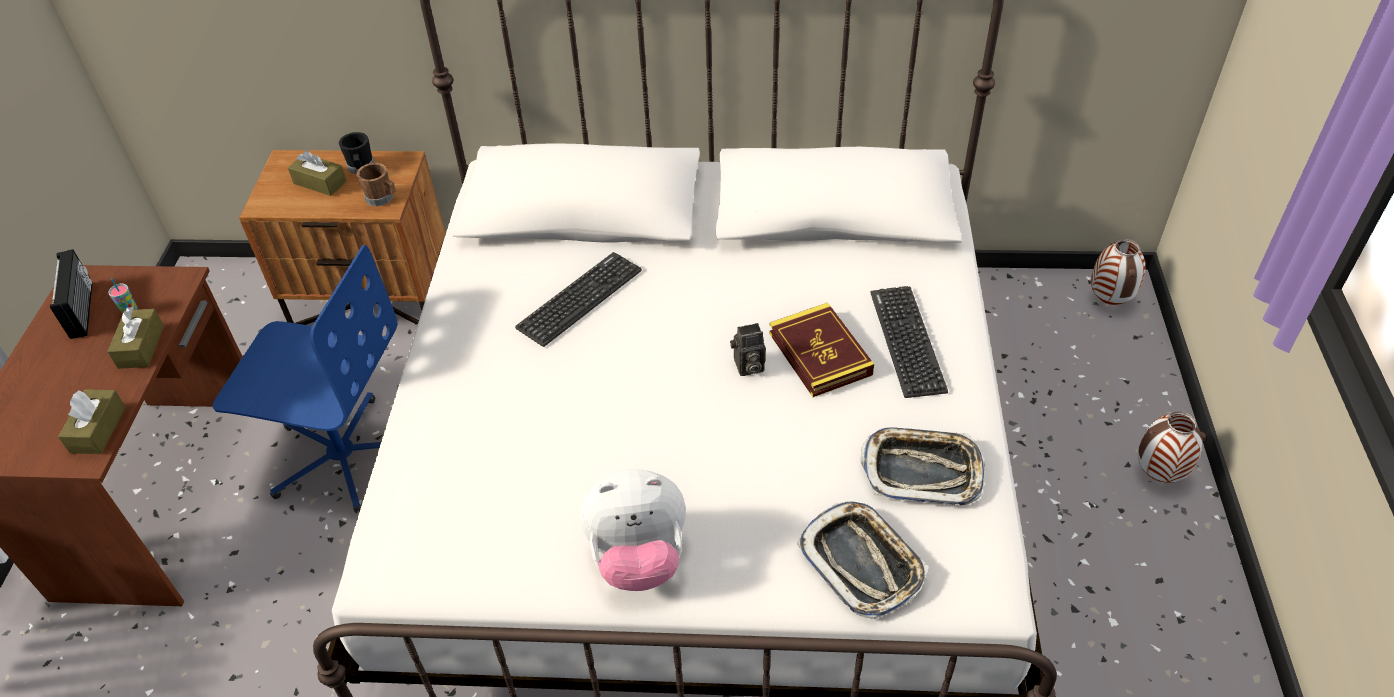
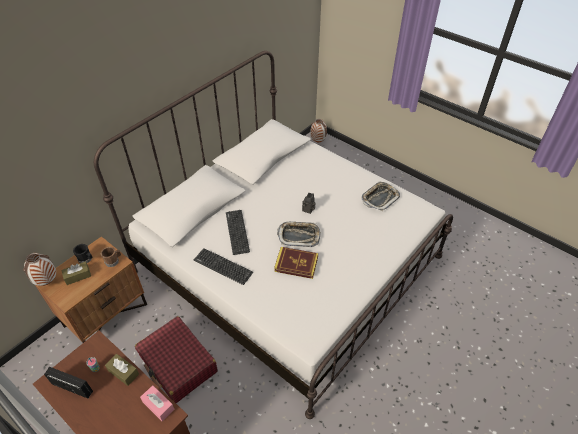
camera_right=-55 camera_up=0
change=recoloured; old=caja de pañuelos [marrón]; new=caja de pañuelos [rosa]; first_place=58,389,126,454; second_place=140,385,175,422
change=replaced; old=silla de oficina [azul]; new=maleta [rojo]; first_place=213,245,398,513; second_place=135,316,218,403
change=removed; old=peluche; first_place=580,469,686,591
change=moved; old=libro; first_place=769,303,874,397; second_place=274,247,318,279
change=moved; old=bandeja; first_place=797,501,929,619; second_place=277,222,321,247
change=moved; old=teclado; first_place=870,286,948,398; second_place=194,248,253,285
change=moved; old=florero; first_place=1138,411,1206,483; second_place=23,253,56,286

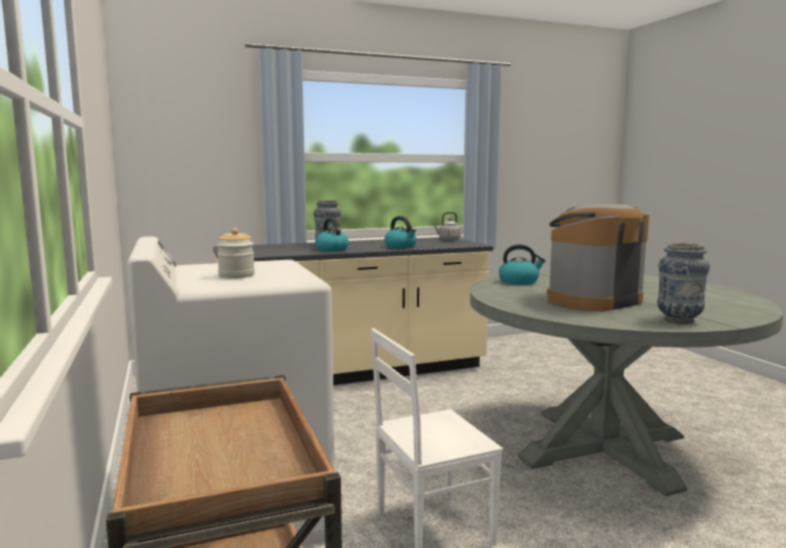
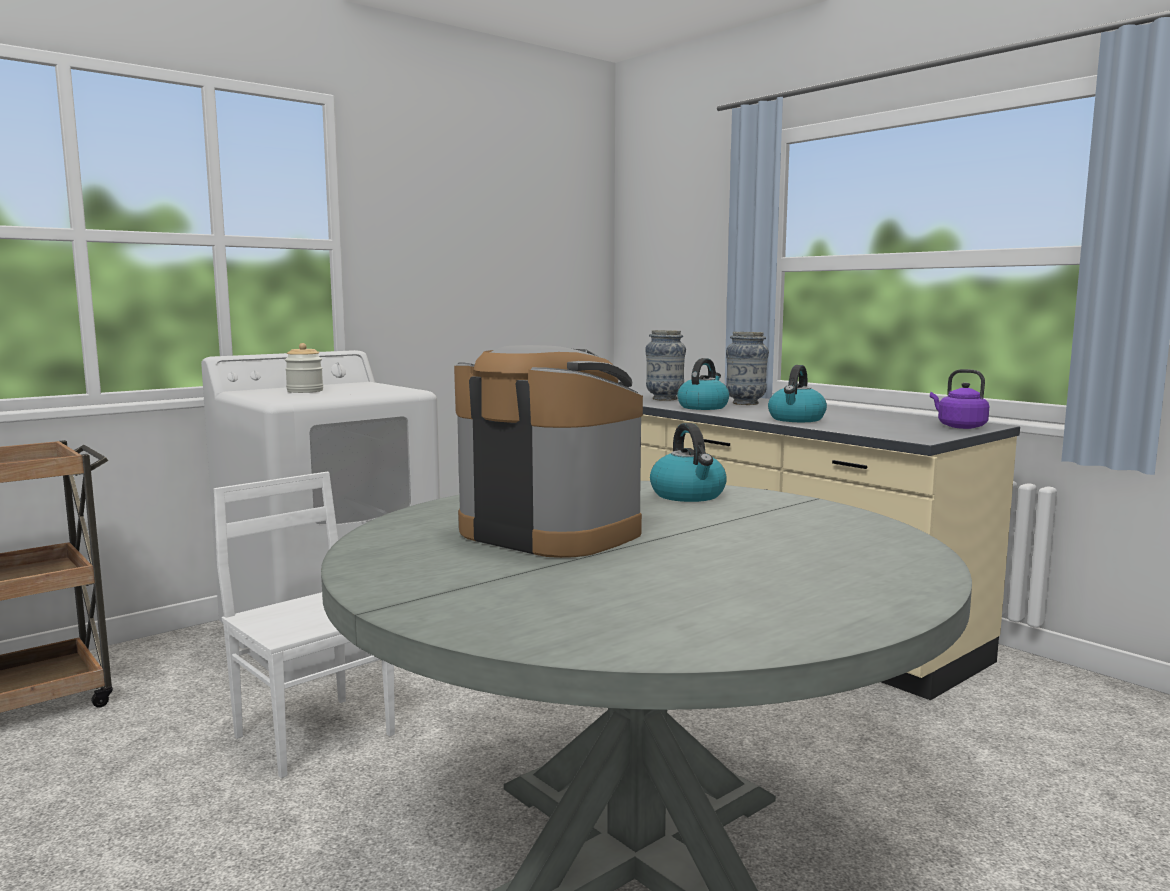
camera_right=70 camera_up=0
change=recoloured; old=hervidor [gris]; new=hervidor [morado]; first_place=433,212,461,240; second_place=930,369,989,429
change=moved; old=florero; first_place=657,243,710,324; second_place=645,330,686,401

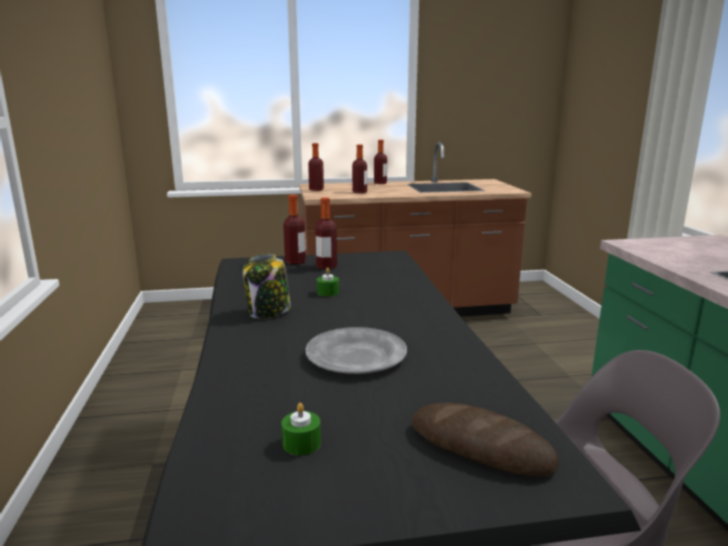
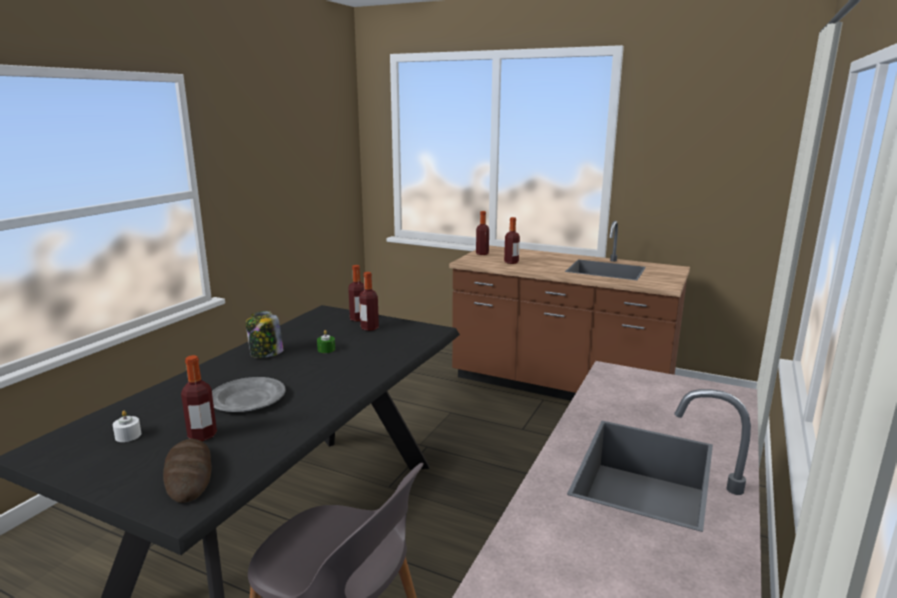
camera_right=35 camera_up=0
change=recoloured; old=vela [verde]; new=vela [blanco]; first_place=281,403,321,455; second_place=113,410,142,442
change=moved; old=botella; first_place=374,140,387,184; second_place=181,355,217,441

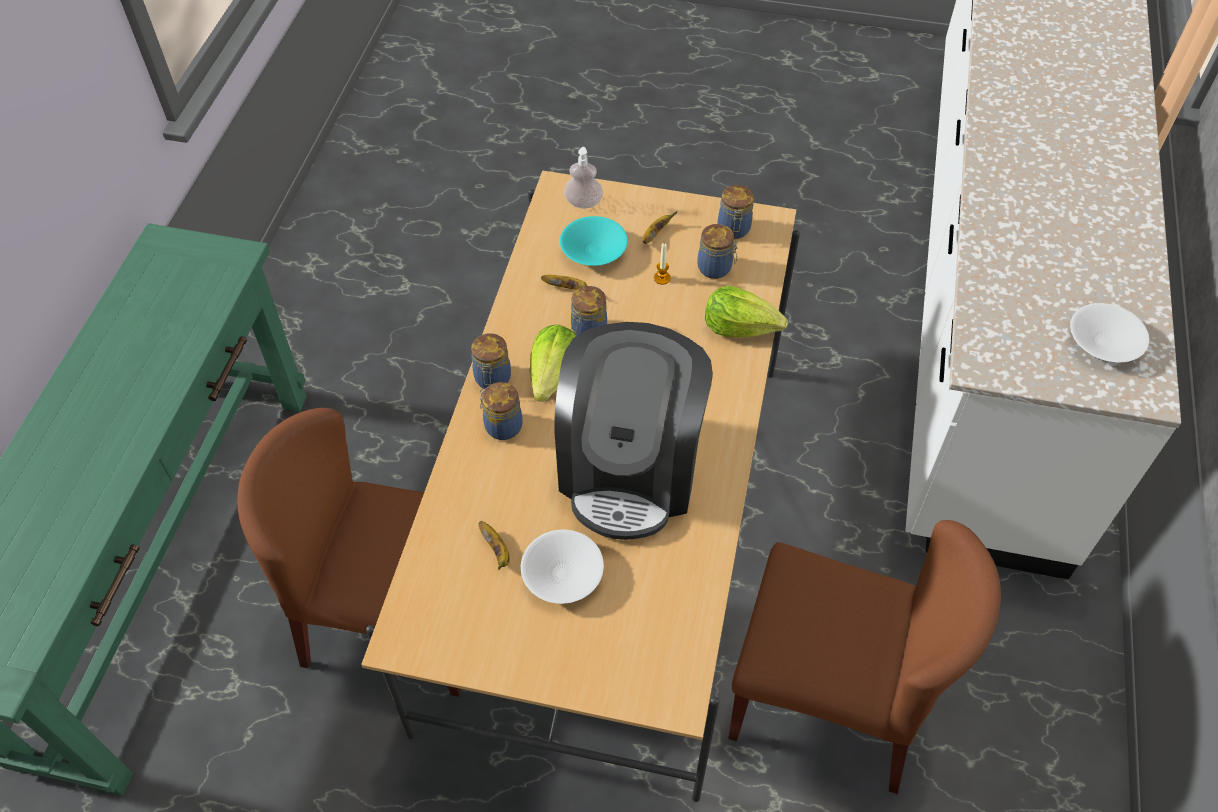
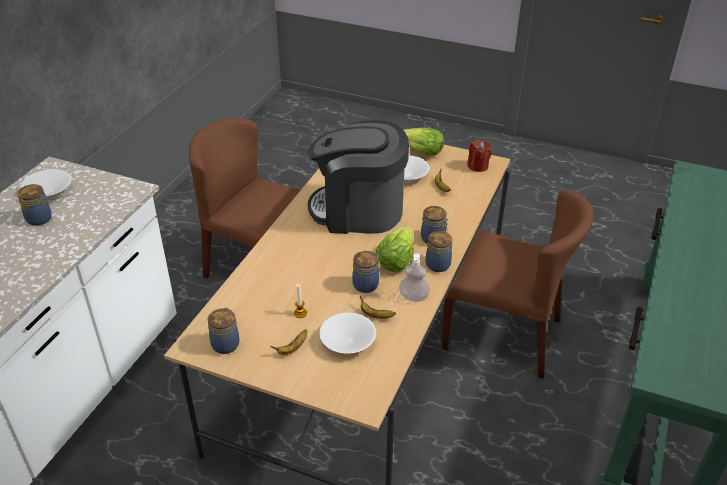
camera_right=-170 camera_up=-15
change=turned; old=cafetera; first_place=554,322,713,540; second_place=308,120,409,234; degrees=-105
change=recoloured; old=cuenco [turquesa]; new=cuenco [blanco]; first_place=560,216,628,266; second_place=319,313,376,354
change=moved; old=dispensador de jabón; first_place=564,147,603,208; second_place=399,253,430,302
change=moved; old=tarro; first_place=697,224,738,279; second_place=17,184,52,226
change=moved; old=lechuga; first_place=705,285,788,337; second_place=404,128,444,156
change=added; new=vela [rojo]; second_place=467,140,492,172

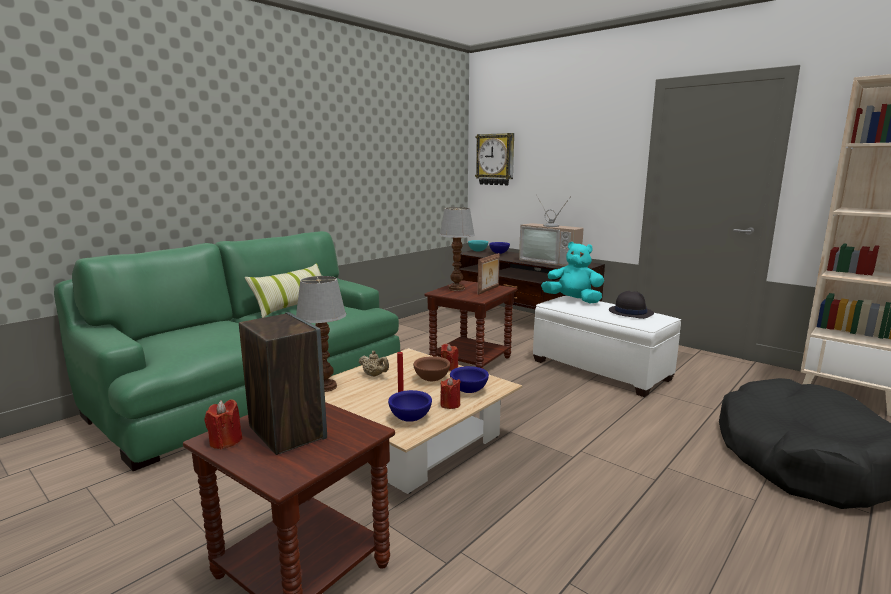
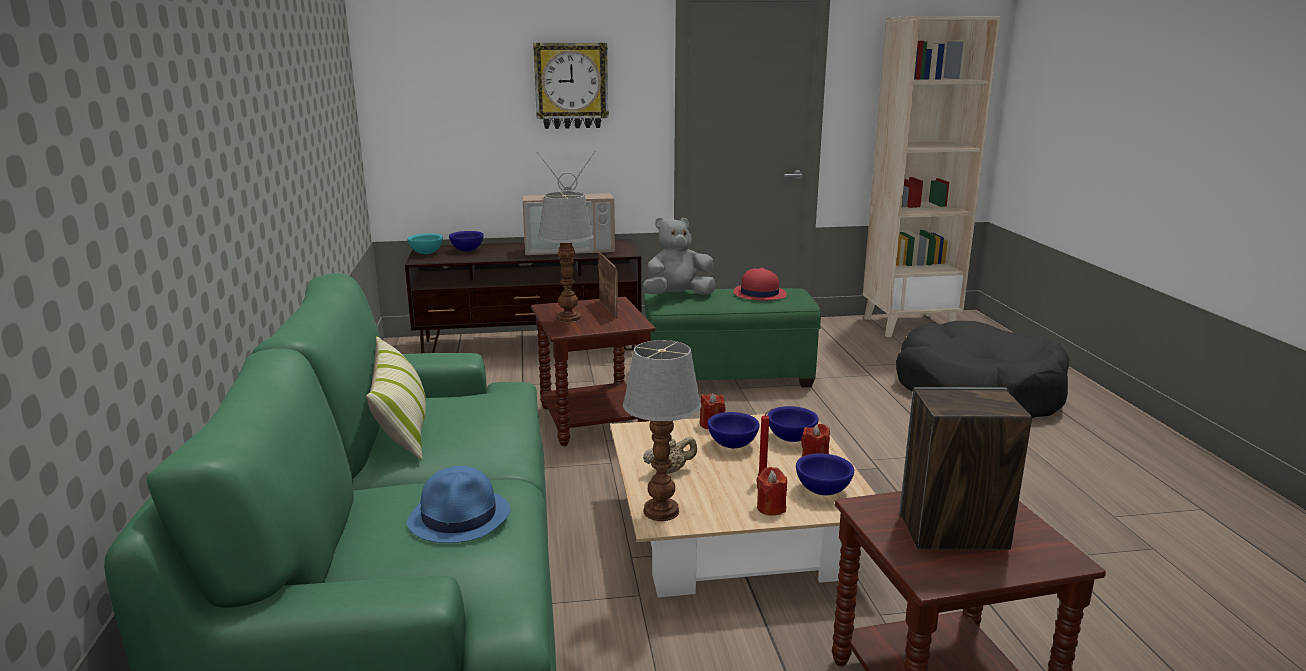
camera_right=-50 camera_up=5
change=moved; old=vela [rojo]; first_place=205,399,242,449; second_place=757,467,787,516
change=recoloured; old=cuenco [marrón]; new=cuenco [azul]; first_place=413,356,450,381; second_place=708,412,760,448
change=moved; old=reloj de pared; first_place=475,133,514,185; second_place=533,43,609,129
change=recoloured; old=puf [blanco]; new=puf [verde]; first_place=533,296,681,397; second_place=644,288,821,387
change=recoloured; old=peluche [turquesa]; new=peluche [gris]; first_place=541,242,604,304; second_place=643,217,716,295
change=recoloured; old=sombrero [negro]; new=sombrero [rojo]; first_place=609,291,654,319; second_place=733,268,787,301
change=added; new=sombrero [azul]; second_place=407,466,510,543

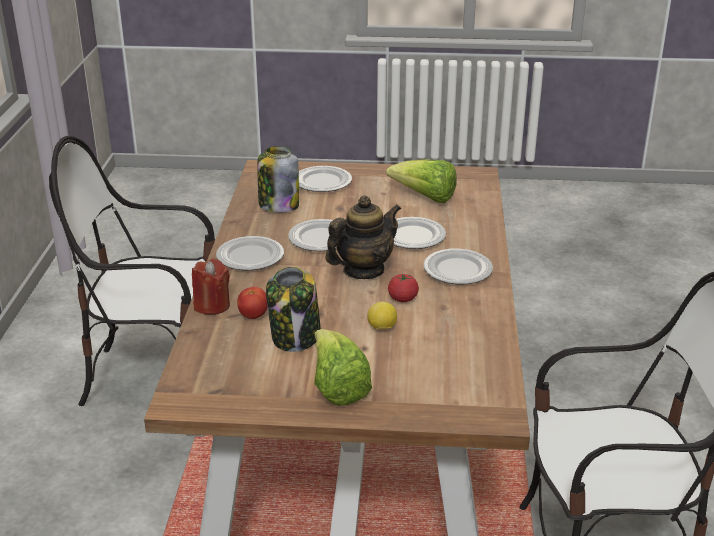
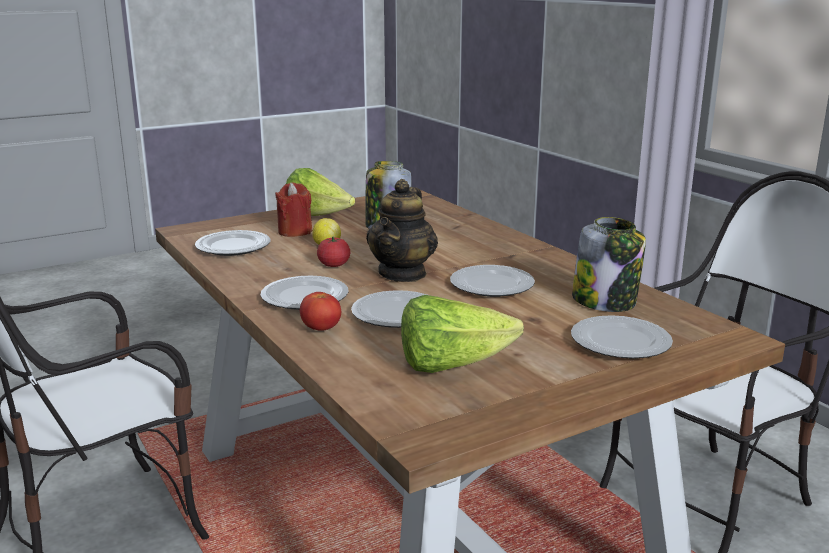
camera_right=145 camera_up=-10
change=moved; old=vela [rojo]; first_place=192,259,230,315; second_place=275,182,312,237
change=moved; old=plato; first_place=216,236,284,270; second_place=195,230,271,256
change=moved; old=tomate; first_place=237,287,268,319; second_place=300,292,341,331

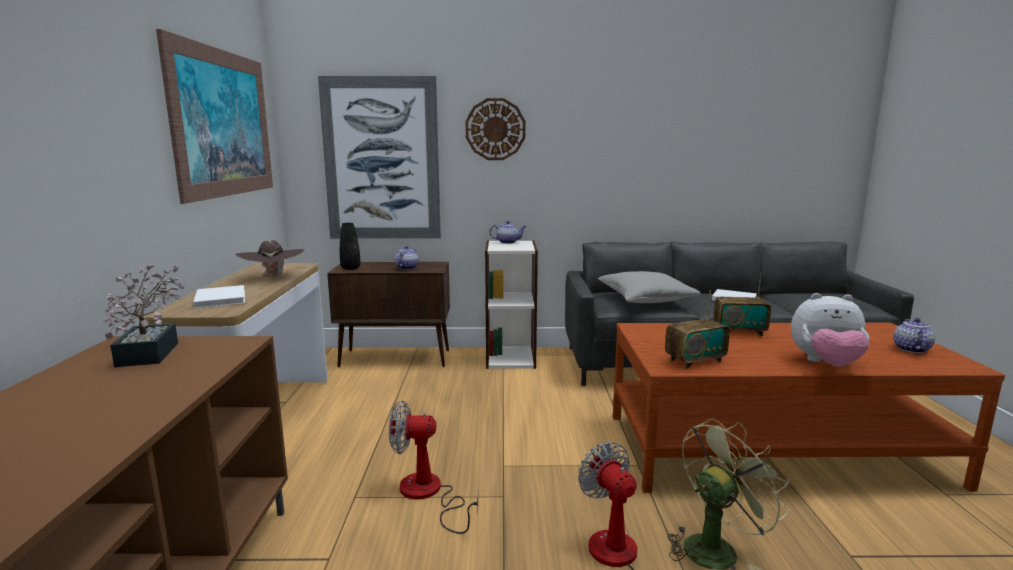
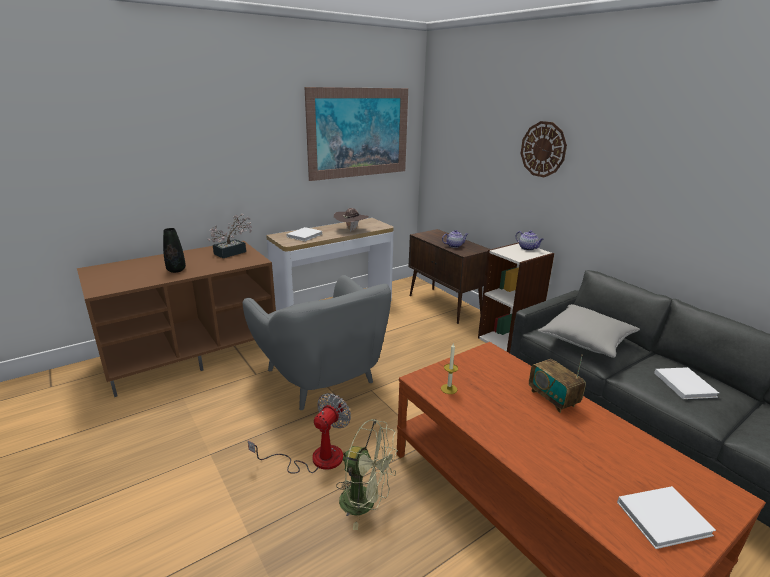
camera_right=55 camera_up=10
change=removed; old=cuadro; first_place=318,76,441,238
change=moved; old=florero [negro]; first_place=340,223,361,270; second_place=163,228,186,273
change=replaced; old=ventilador; new=sillón [gris]; first_place=389,401,478,534; second_place=243,275,391,410
change=replaced; old=radio; new=vela; first_place=665,290,730,369; second_place=441,343,458,394
change=removed; old=peluche; first_place=791,293,870,367
change=replaced; old=tetera; new=libro [blanco]; first_place=893,318,935,353; second_place=617,486,716,549

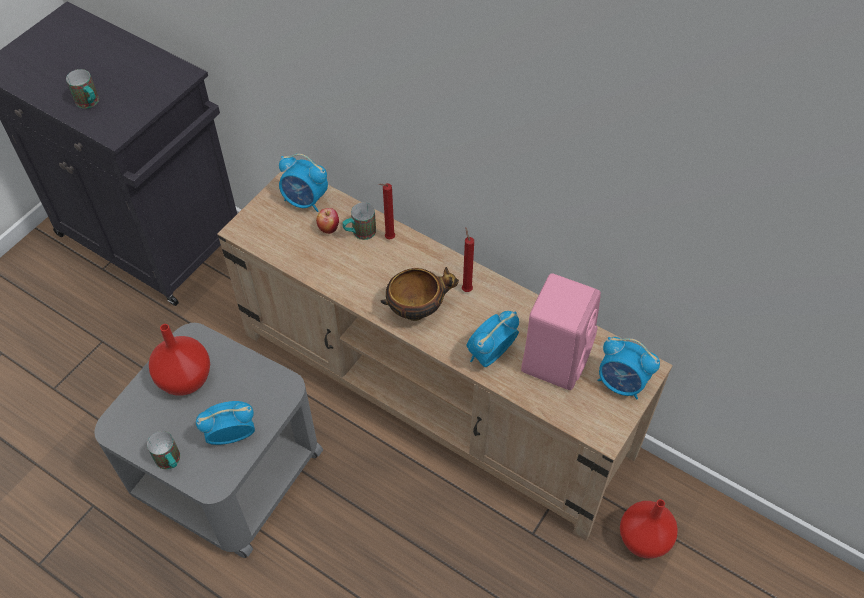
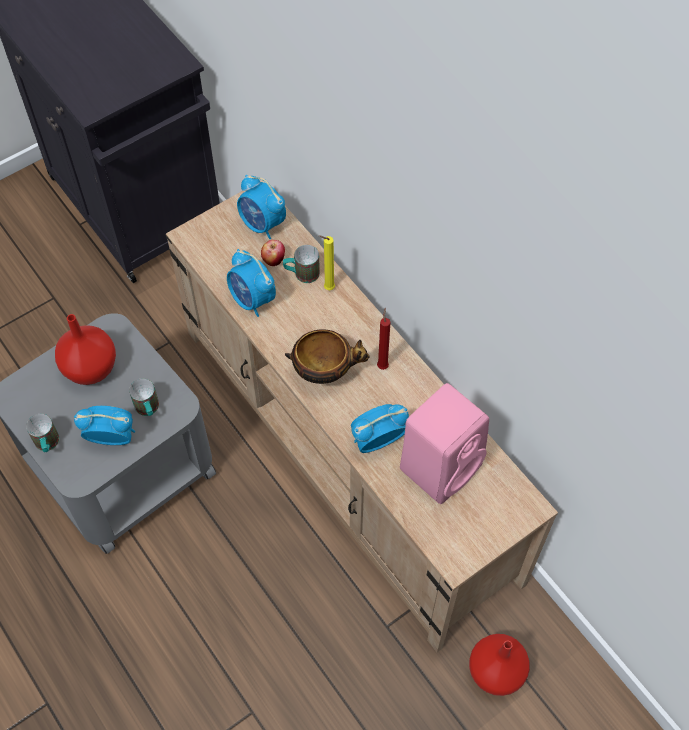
camera_right=20 camera_up=5
change=moved; old=taza grande; first_place=66,69,99,109; second_place=129,378,159,416
change=recoloured; old=vela [rojo]; new=vela [amarillo]; first_place=379,183,395,239; second_place=319,235,335,290
change=moved; old=despertador; first_place=597,337,660,399; second_place=227,249,276,317

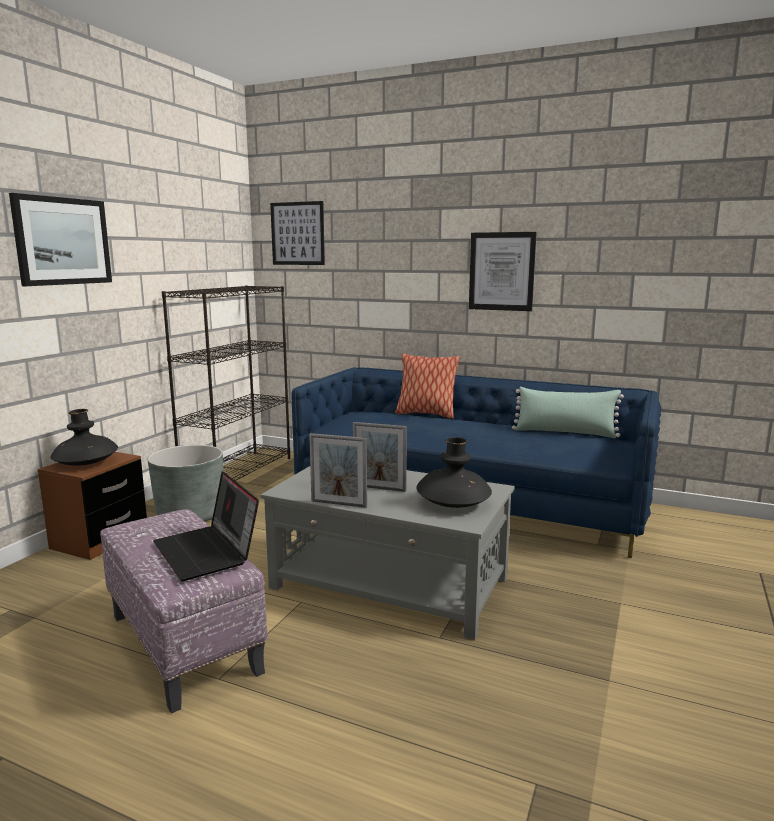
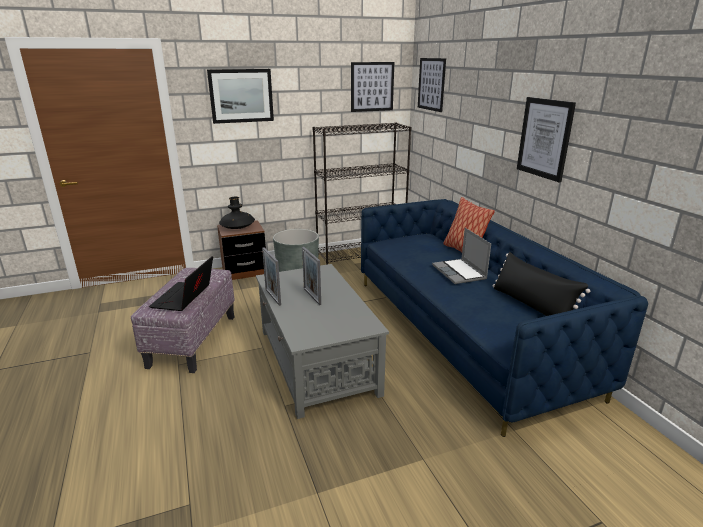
camera_right=45 camera_up=10
change=removed; old=florero [negro]; first_place=416,437,492,508
change=recoloured; old=cojín [verde]; new=cojín [negro]; first_place=512,387,624,438; second_place=492,252,590,316
change=added; new=cuadro; second_place=351,62,394,112
change=added; new=portátil; second_place=432,228,491,284

